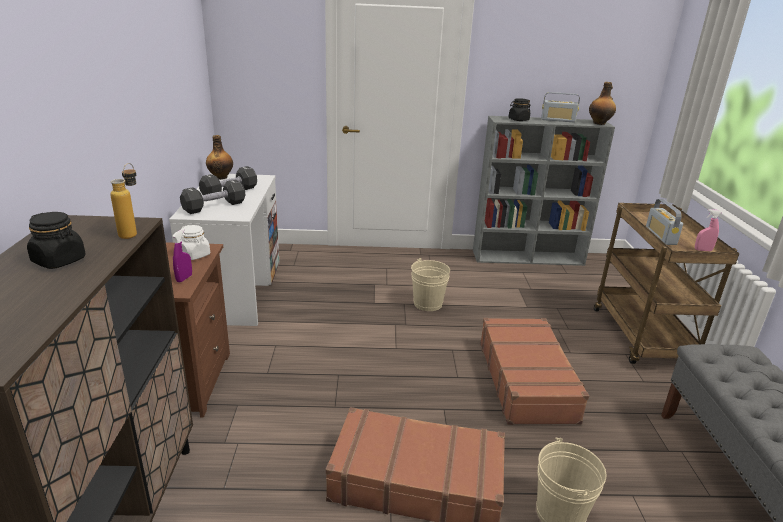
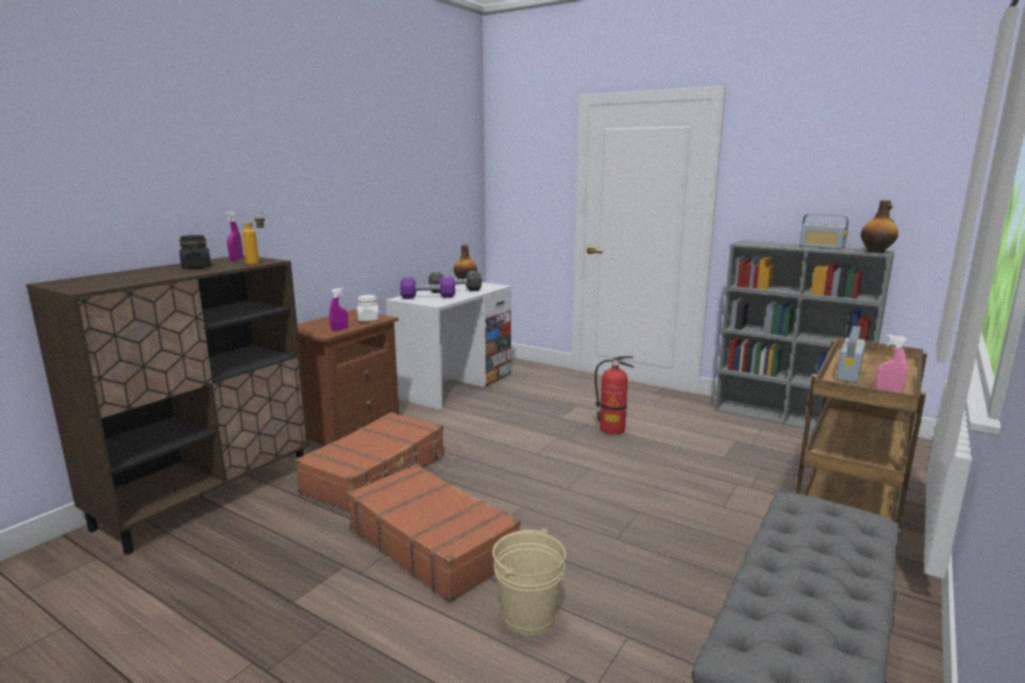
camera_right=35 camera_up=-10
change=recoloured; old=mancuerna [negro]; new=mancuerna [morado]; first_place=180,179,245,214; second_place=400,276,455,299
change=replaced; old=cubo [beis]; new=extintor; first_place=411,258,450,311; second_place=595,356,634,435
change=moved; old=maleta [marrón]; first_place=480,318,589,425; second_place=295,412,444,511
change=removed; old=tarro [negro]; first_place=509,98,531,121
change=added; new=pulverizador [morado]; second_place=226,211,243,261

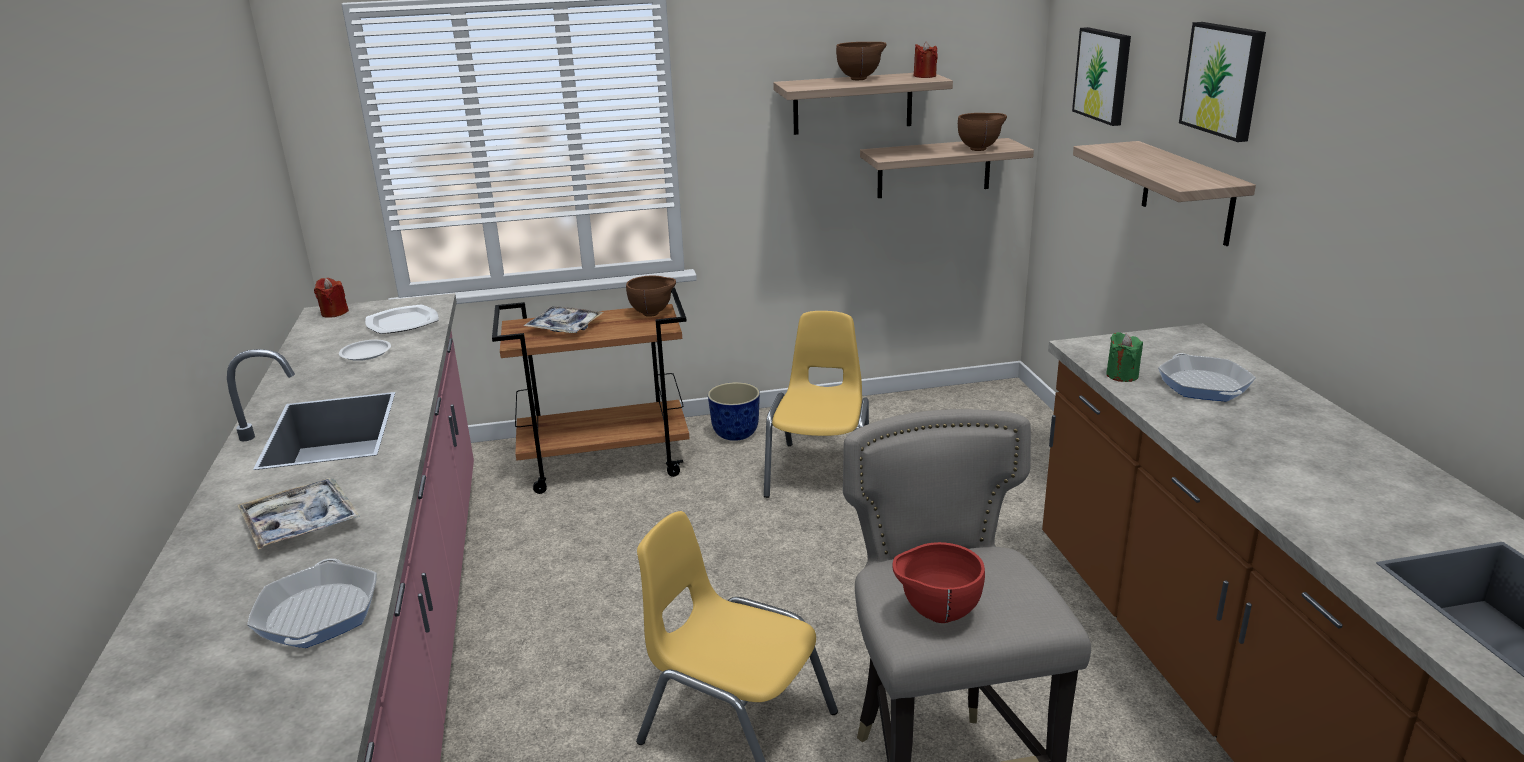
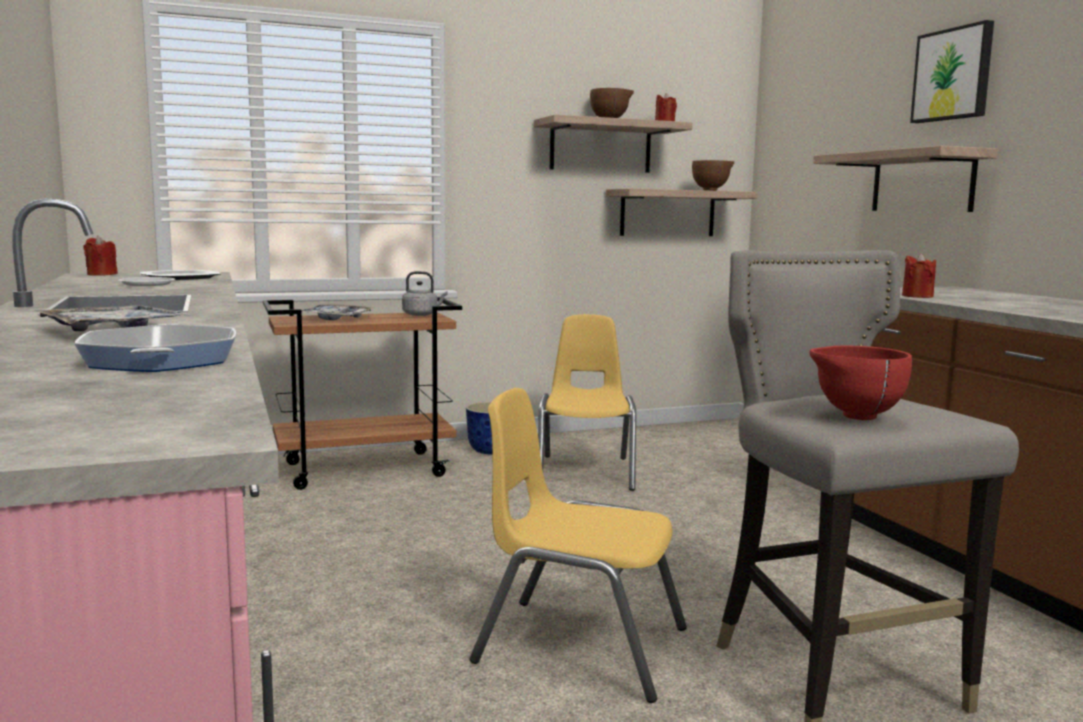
camera_right=-10 camera_up=-15
change=replaced; old=cuenco [marrón]; new=hervidor [gris]; first_place=626,275,676,317; second_place=402,271,448,316
change=removed; old=cuadro; first_place=1072,27,1131,126
change=recoloured; old=vela [verde]; new=vela [rojo]; first_place=1106,332,1143,382; second_place=902,253,936,298
change=removed; old=sartén; first_place=1158,353,1256,402

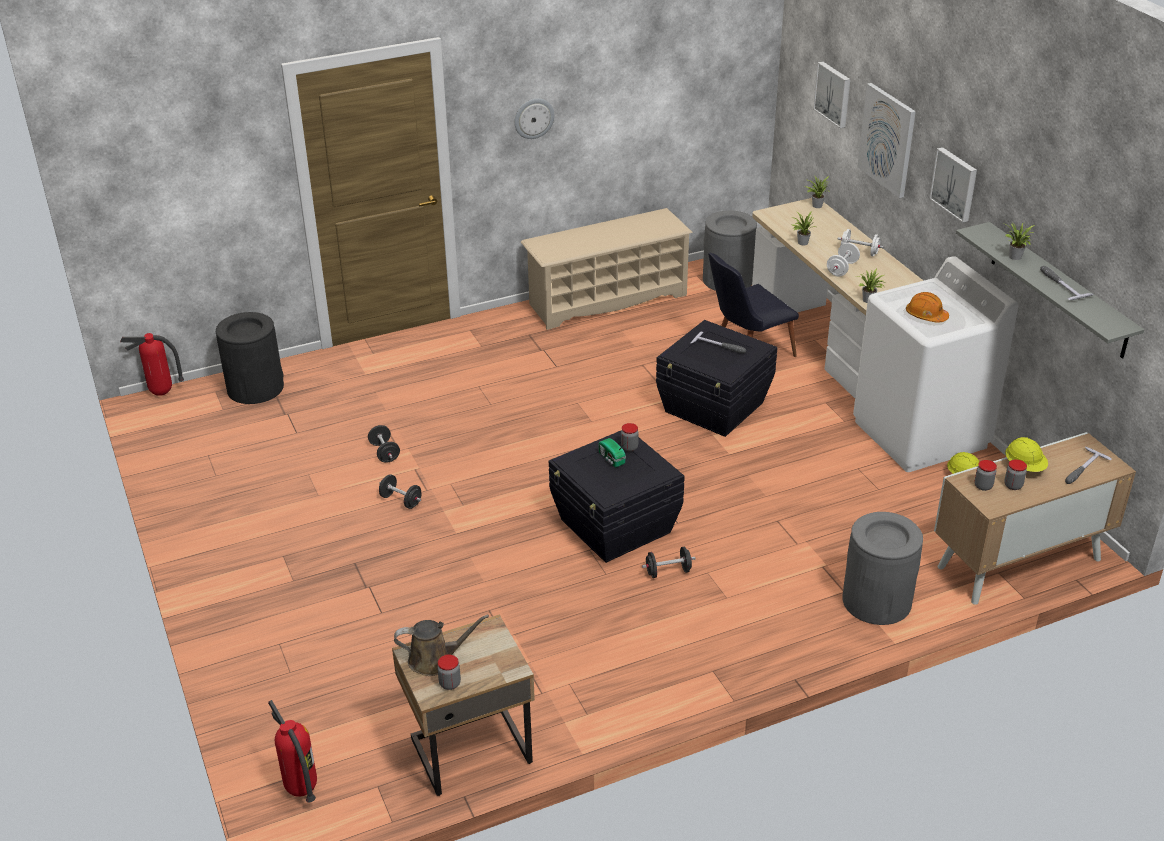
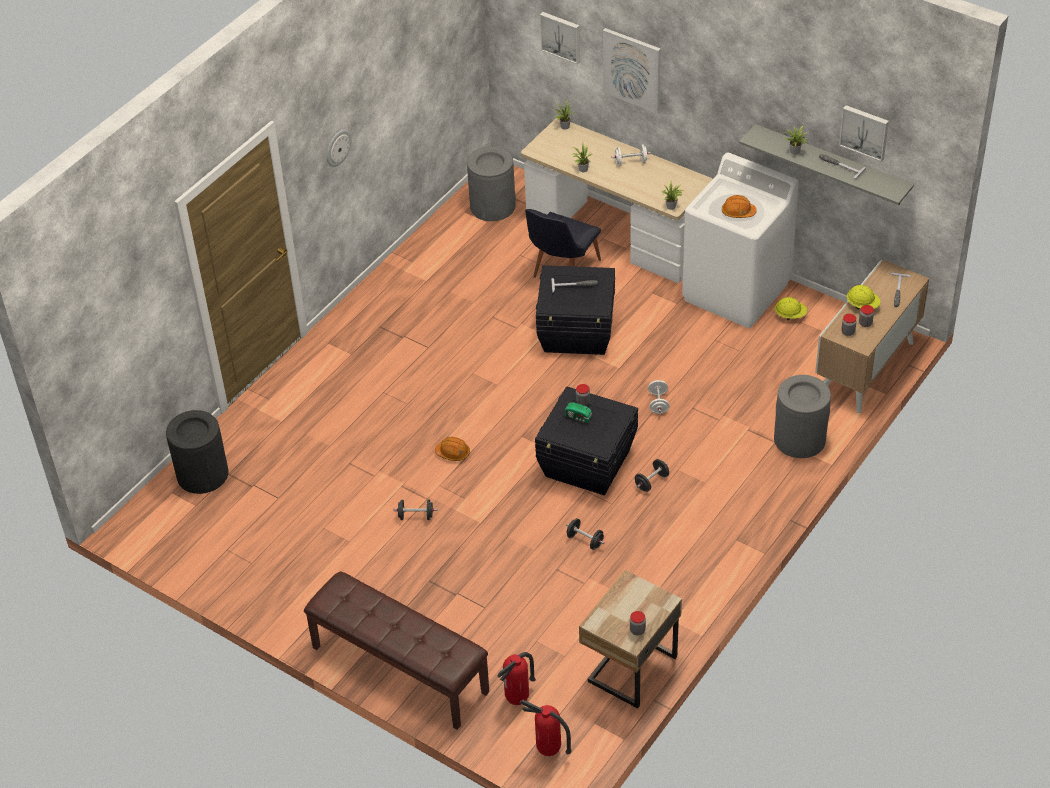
camera_right=-30 camera_up=10
change=moved; old=extintor; first_place=120,333,184,396; second_place=497,652,536,705
change=moved; old=mancuerna [negro]; first_place=368,425,400,463; second_place=566,518,604,550
change=removed; old=regadera [marrón]; first_place=394,615,489,676
change=removed; old=zapatero [beis]; first_place=521,208,693,330
change=moved; old=mancuerna [blanco]; first_place=827,243,860,276; second_place=648,380,669,414
change=moved; old=cuadro; first_place=929,147,977,223; second_place=839,105,889,162
change=added; new=banco [marrón]; second_place=304,571,489,730
change=added; new=casco [naranja]; second_place=435,437,470,461

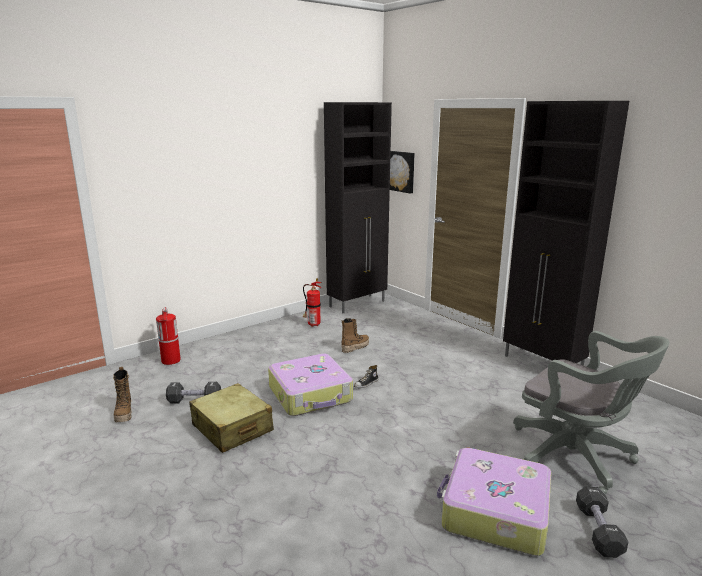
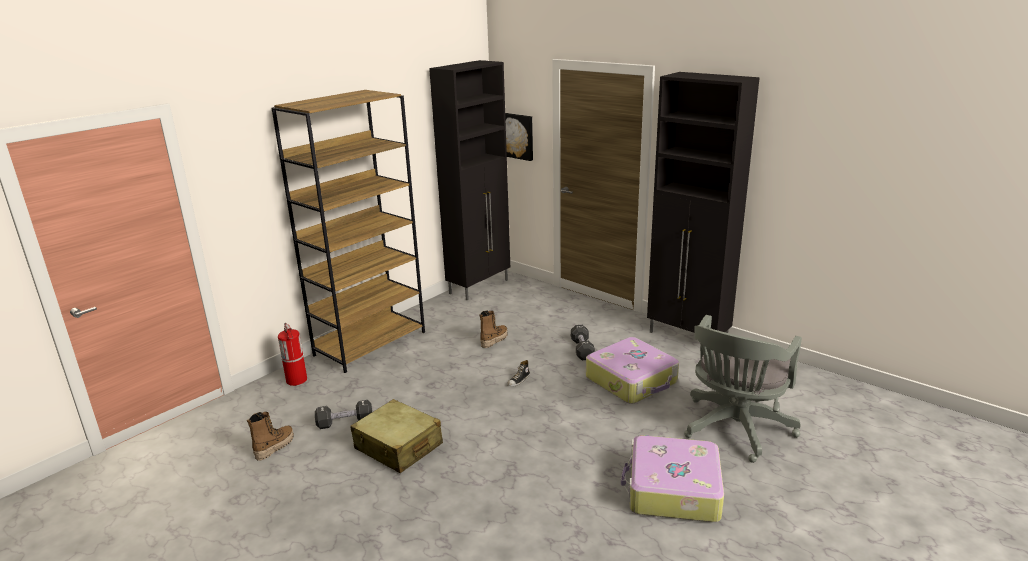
camera_right=-10 camera_up=5
change=turned; old=bota; first_place=113,367,132,422; second_place=247,412,294,460; degrees=-120
change=moved; old=maleta; first_place=268,354,353,416; second_place=586,337,679,404
change=removed; old=extintor; first_place=303,278,322,327
change=turned; old=silla de oficina [gris]; first_place=513,331,670,495; second_place=684,315,802,463; degrees=90
change=moved; old=mancuerna [negro]; first_place=576,486,628,558; second_place=571,325,595,360
change=added; new=estantería [marrón]; second_place=271,90,425,373

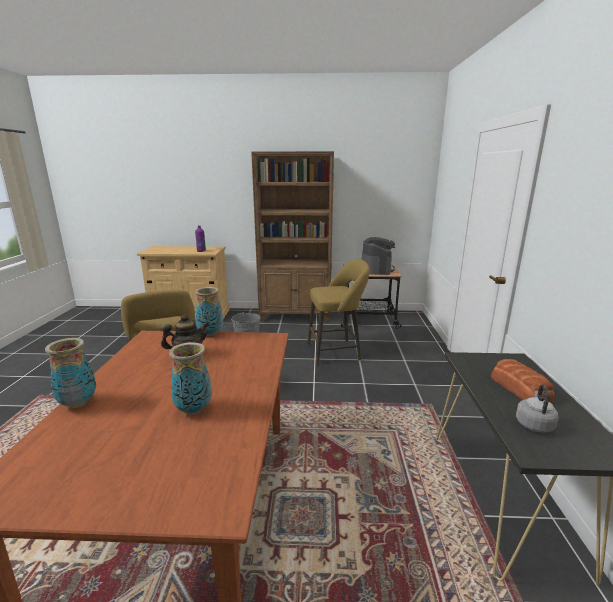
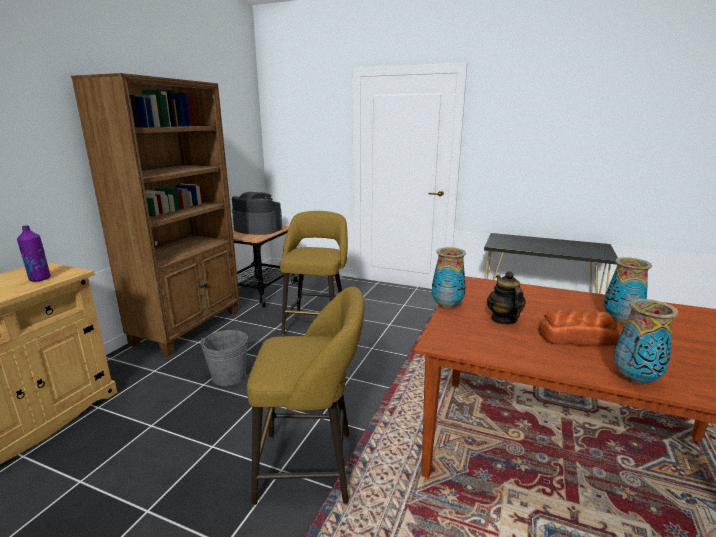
camera_right=-70 camera_up=0
change=moved; old=pan; first_place=491,359,554,403; second_place=538,309,619,346
change=removed; old=hervidor [gris]; first_place=516,384,559,433

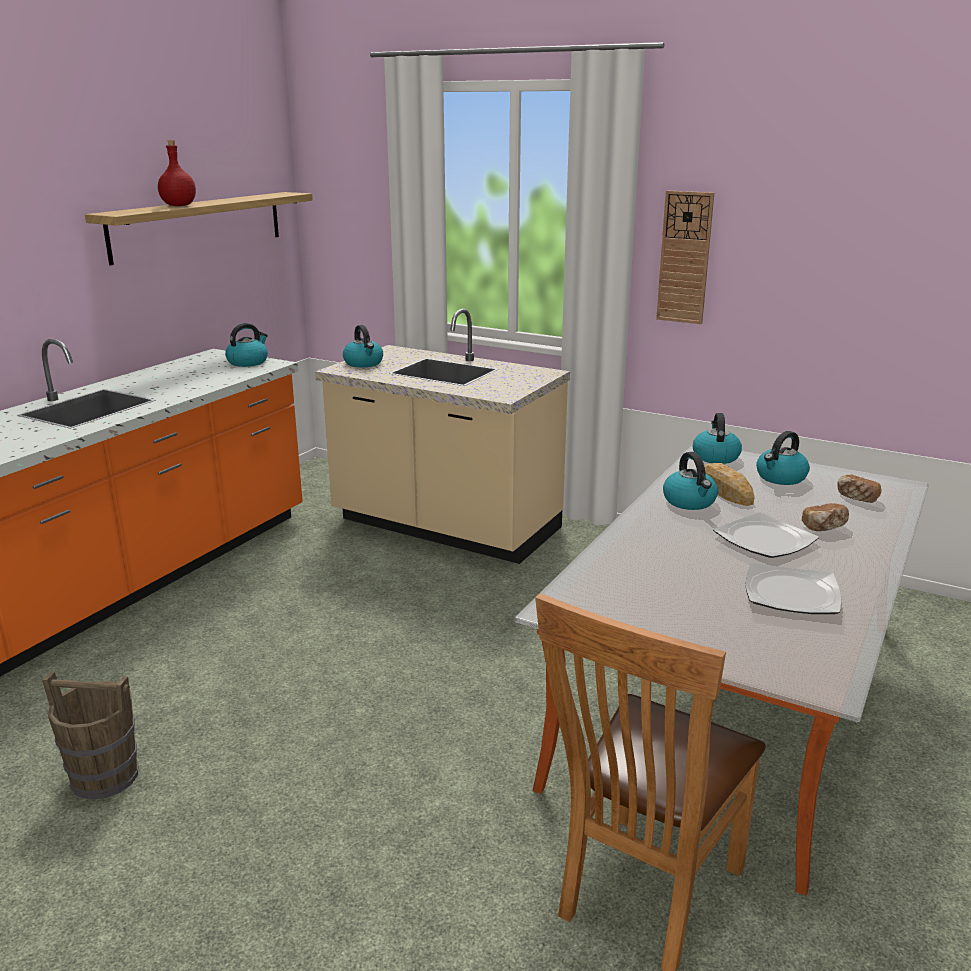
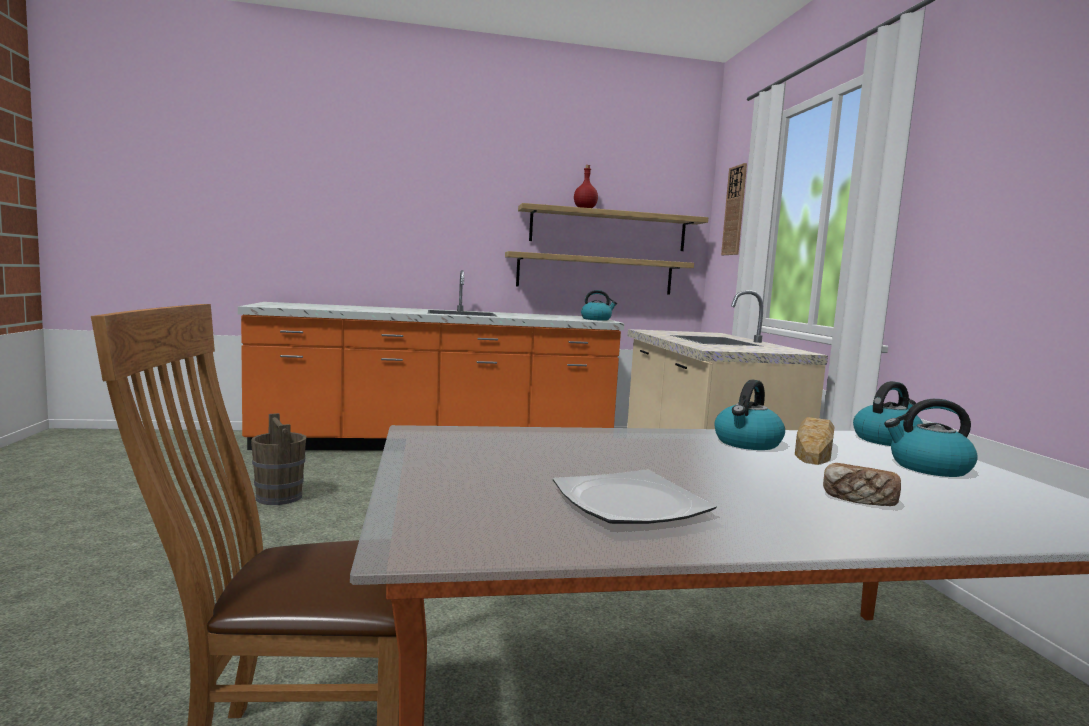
camera_right=50 camera_up=-15
change=removed; old=hervidor; first_place=343,325,383,367
change=moved; old=reloj de pared; first_place=656,191,714,324; second_place=721,163,747,255
change=removed; old=plato; first_place=713,512,819,558
change=removed; old=pan; first_place=837,475,881,503
change=added; new=estante; second_place=505,251,694,295

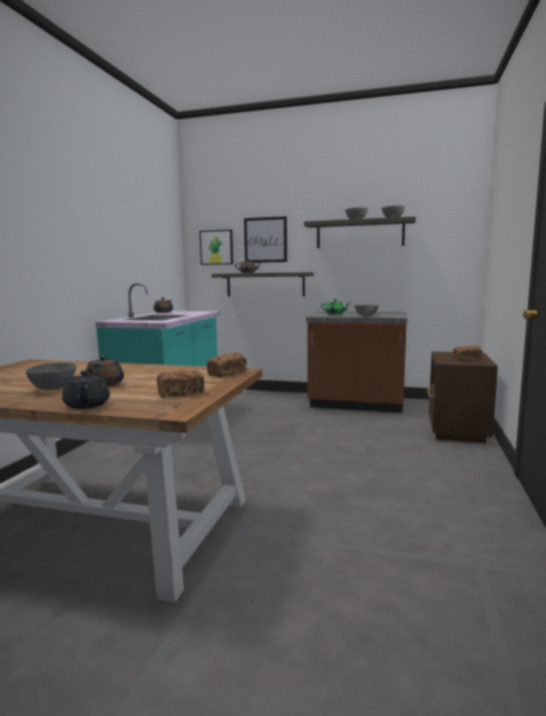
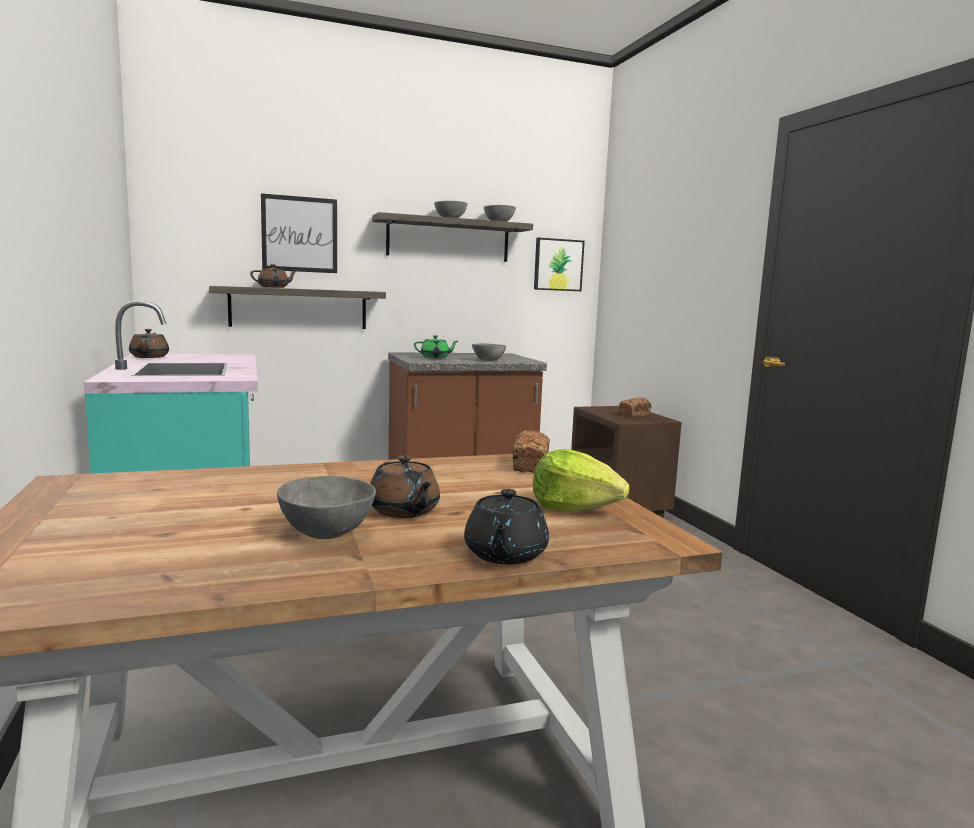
camera_right=-35 camera_up=0
change=turned; old=tetera [negro]; first_place=62,371,110,409; second_place=464,489,549,565; degrees=60
change=replaced; old=pan; new=lechuga; first_place=157,370,205,398; second_place=533,449,629,512
change=moved; old=cuadro; first_place=200,230,233,265; second_place=534,238,585,291

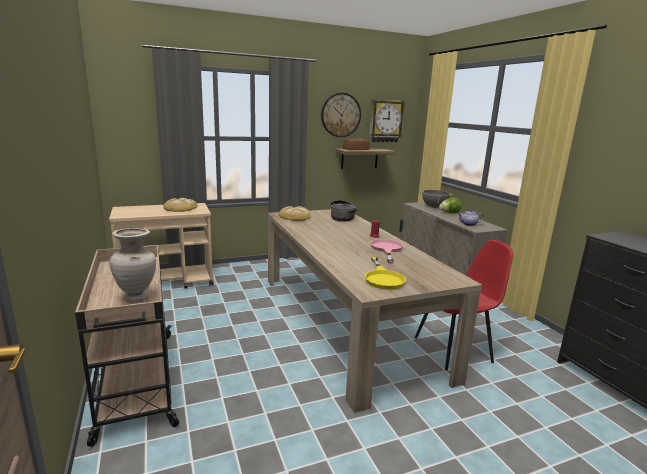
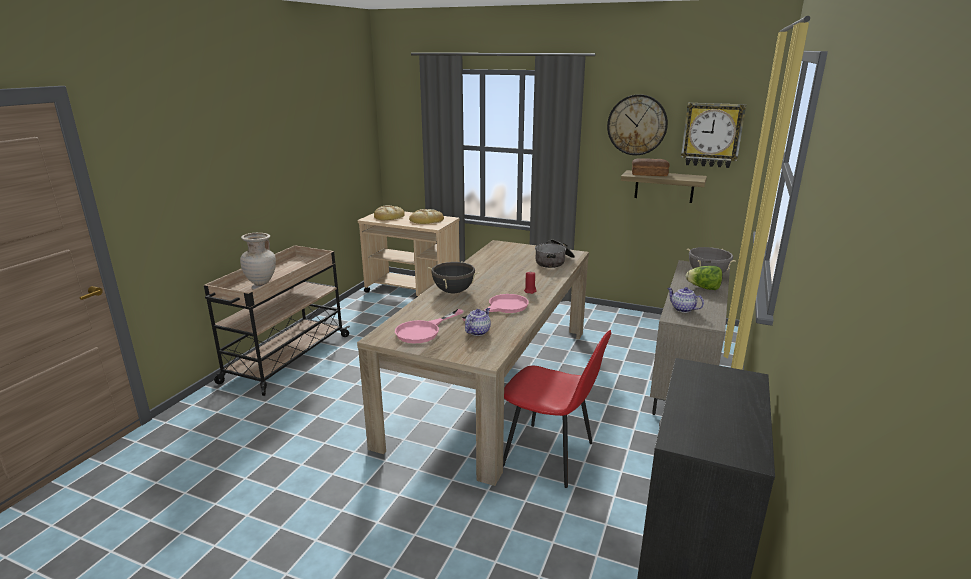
camera_right=45 camera_up=5
change=moved; old=pan; first_place=278,206,311,221; second_place=374,205,405,220
change=recoloured; old=sartén [amarillo]; new=sartén [rosa]; first_place=365,257,406,290; second_place=395,309,463,343
change=added; new=olla [negro]; second_place=428,261,479,293
change=added; new=tetera; second_place=465,308,491,336

